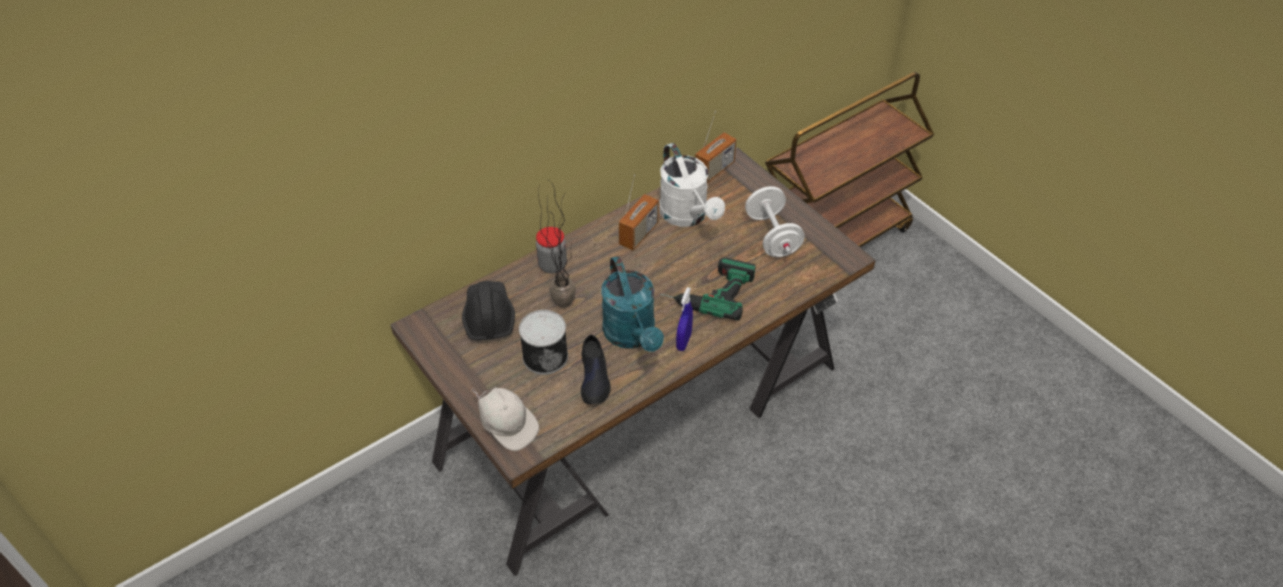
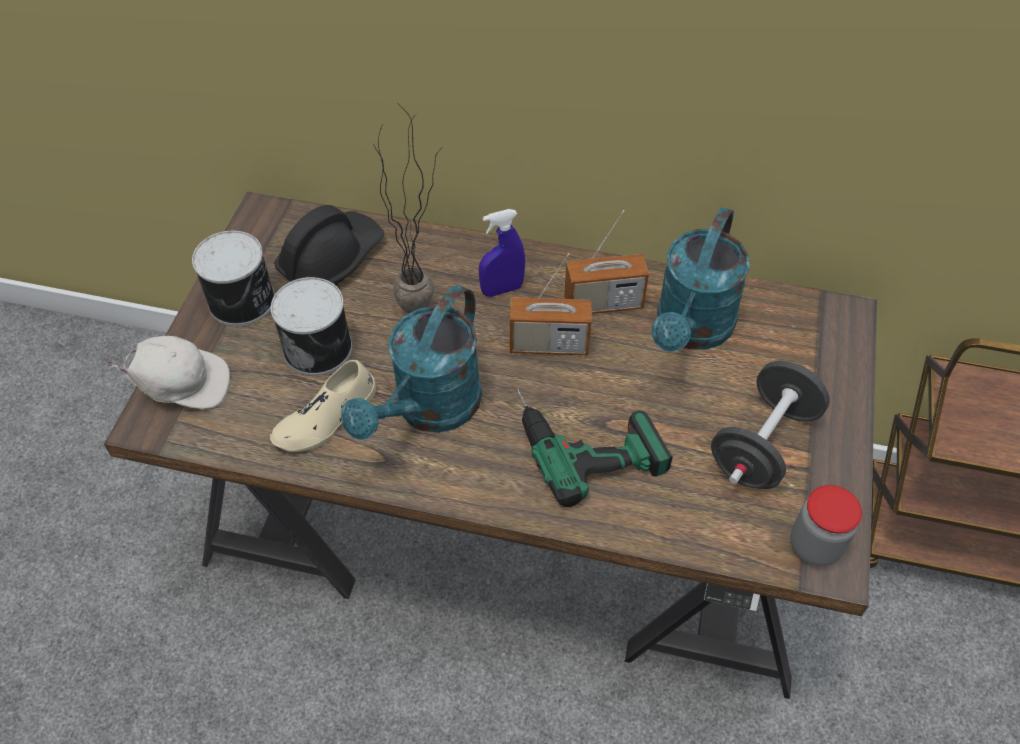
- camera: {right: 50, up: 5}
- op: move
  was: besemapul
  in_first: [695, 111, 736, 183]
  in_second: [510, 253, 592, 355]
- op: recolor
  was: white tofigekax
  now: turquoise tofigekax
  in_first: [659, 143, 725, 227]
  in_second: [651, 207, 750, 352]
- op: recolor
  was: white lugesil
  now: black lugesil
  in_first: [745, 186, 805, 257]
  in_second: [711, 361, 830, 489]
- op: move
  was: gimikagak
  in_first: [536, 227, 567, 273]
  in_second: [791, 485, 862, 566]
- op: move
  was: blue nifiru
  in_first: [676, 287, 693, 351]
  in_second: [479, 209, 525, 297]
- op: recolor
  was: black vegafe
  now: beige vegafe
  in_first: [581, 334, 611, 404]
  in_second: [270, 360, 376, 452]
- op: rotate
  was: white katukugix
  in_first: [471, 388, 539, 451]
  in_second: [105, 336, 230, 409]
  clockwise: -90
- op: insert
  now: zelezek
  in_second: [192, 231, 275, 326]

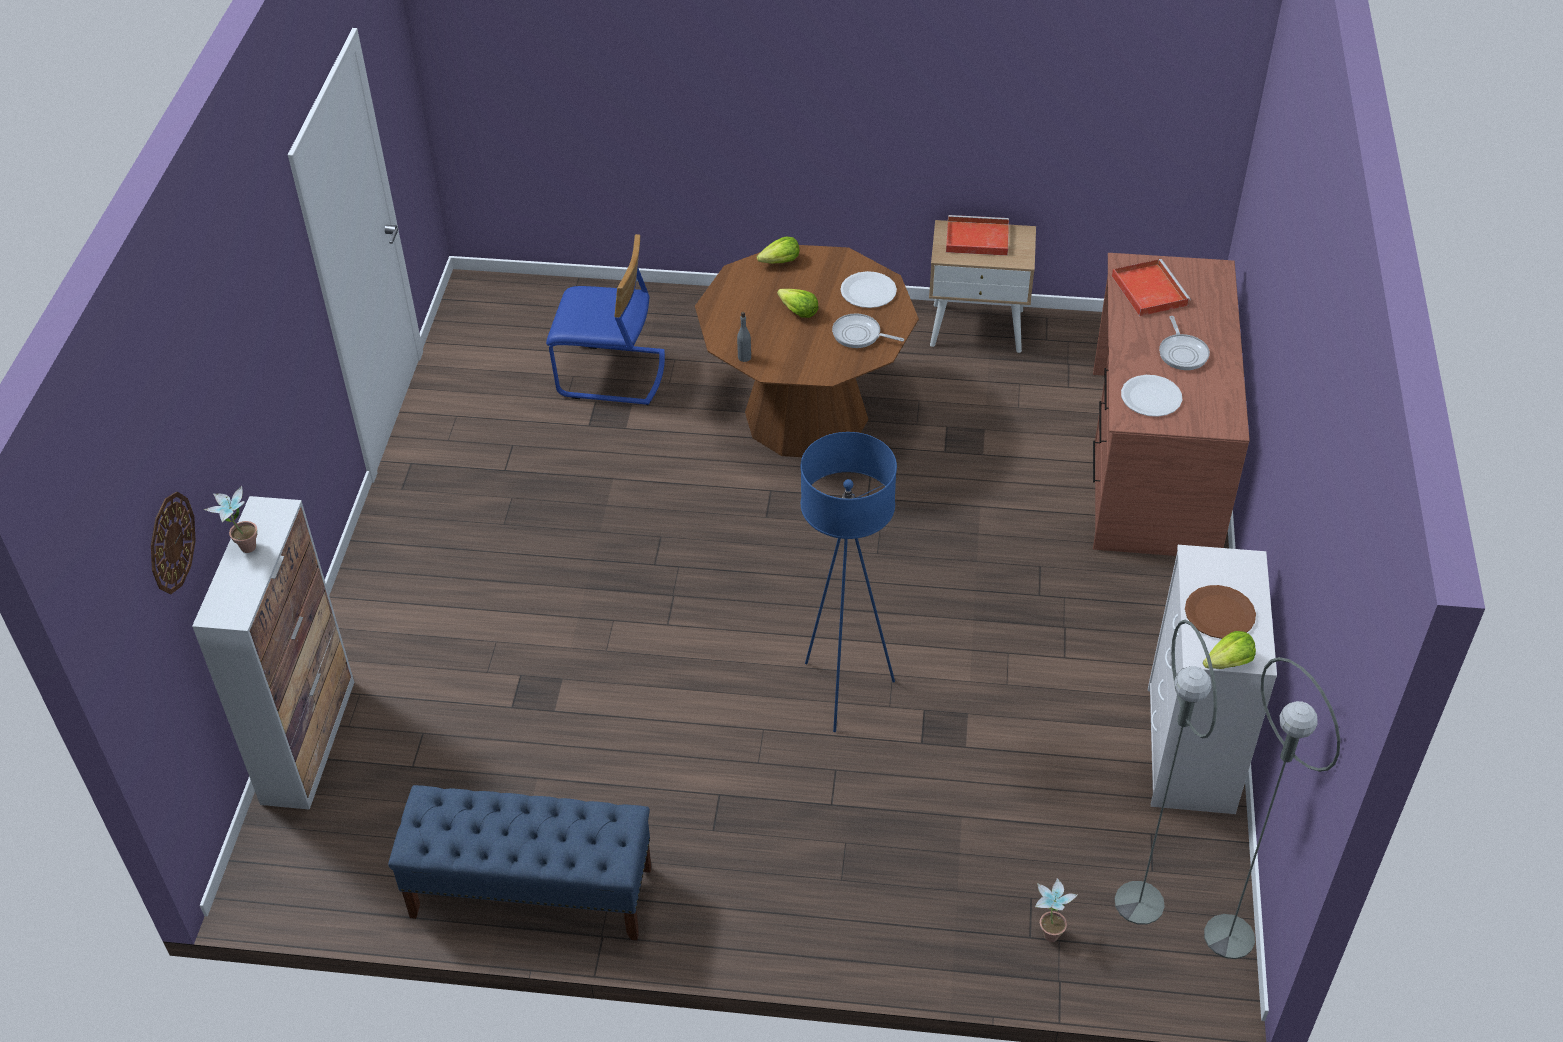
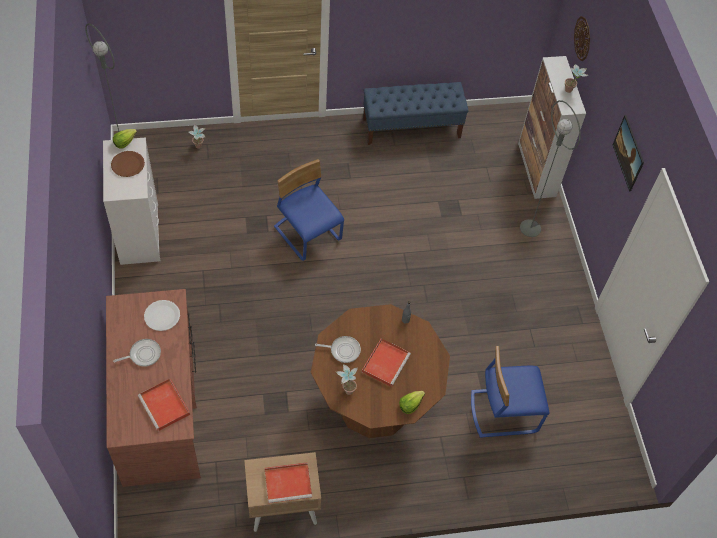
- camera: {right: 160, up: 10}
- op: replace
  was: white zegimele
  now: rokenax
  in_first: [840, 271, 897, 308]
  in_second: [336, 364, 358, 395]
- op: replace
  was: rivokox
  now: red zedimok
  in_first: [777, 289, 819, 318]
  in_second: [362, 338, 411, 387]
- op: rotate
  was: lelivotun
  in_first: [1159, 316, 1210, 370]
  in_second: [113, 339, 161, 367]
  clockwise: 90
- op: replace
  was: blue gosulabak
  now: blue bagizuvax
  in_first: [800, 432, 897, 732]
  in_second: [274, 159, 344, 261]
- op: move
  was: grey gosulabak
  in_first: [1114, 620, 1217, 924]
  in_second: [520, 100, 581, 237]
- op: insert
  now: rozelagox
  in_second: [613, 115, 644, 191]

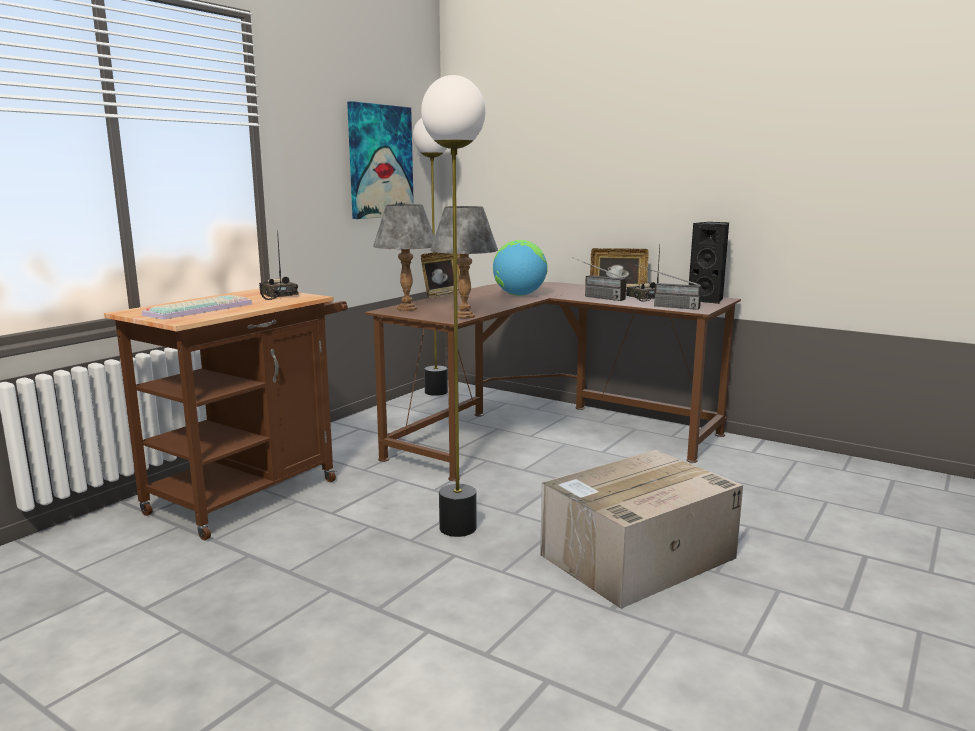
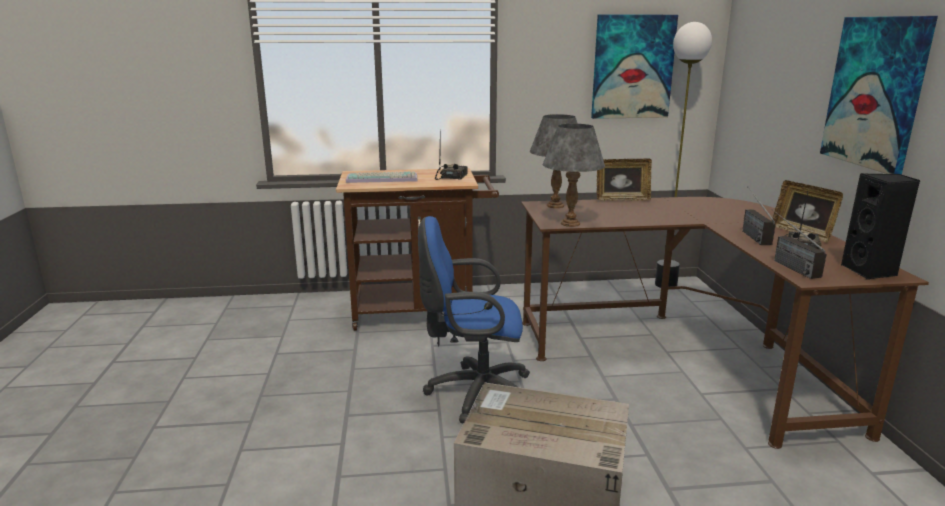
- camera: {right: 50, up: 5}
- op: replace
  was: gosulabak
  now: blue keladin
  in_first: [421, 75, 486, 537]
  in_second: [418, 216, 530, 424]
- op: delete
  was: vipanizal
  in_first: [493, 240, 548, 296]
- op: insert
  now: rozelagox
  in_second: [820, 16, 938, 175]

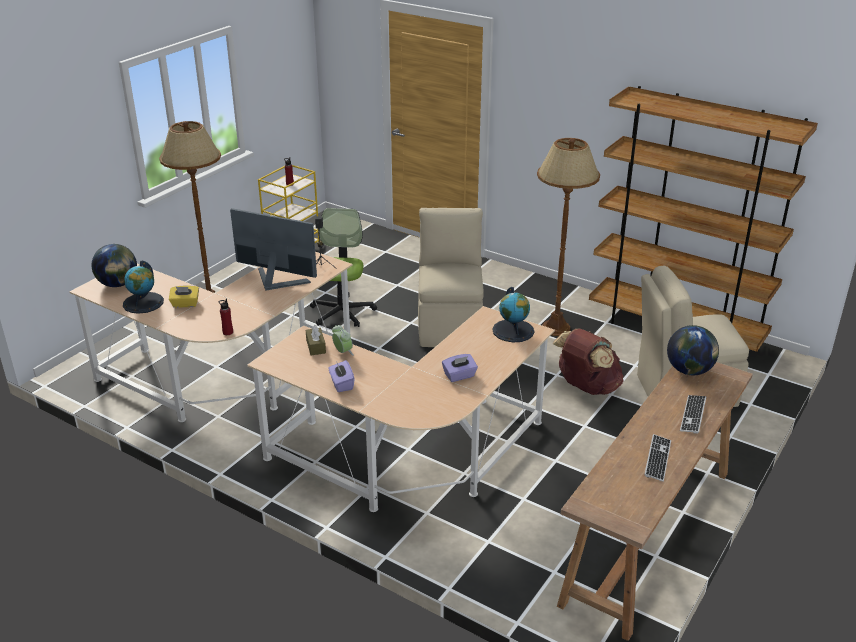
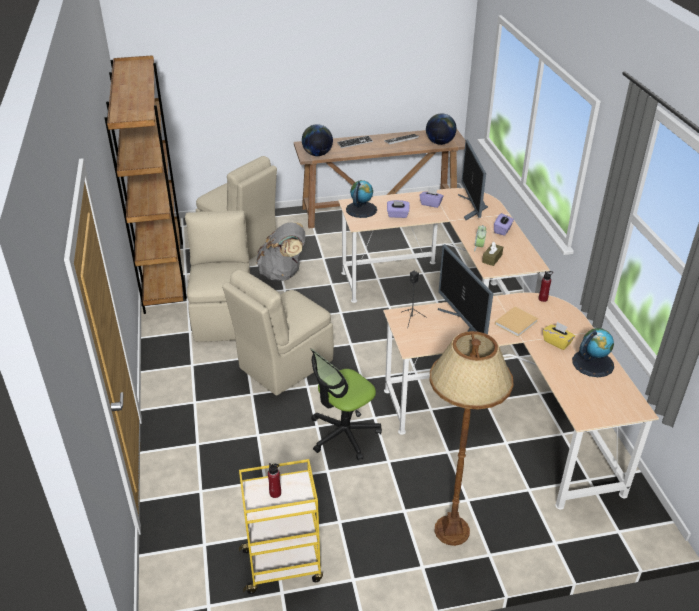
- camera: {right: -135, up: 5}
- op: replace
  was: brown gosulabak
  now: beige bagizuvax
  in_first: [537, 138, 600, 336]
  in_second: [185, 210, 250, 342]
- op: move
  was: vipanizal
  in_first: [92, 244, 137, 287]
  in_second: [426, 113, 457, 145]
- op: recolor
  was: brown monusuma
  now: grey monusuma
  in_first: [553, 329, 624, 395]
  in_second: [256, 222, 305, 281]
- op: insert
  now: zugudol
  in_second: [458, 140, 488, 220]
- op: insert
  now: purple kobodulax
  in_second: [387, 200, 410, 218]
- op: insert
  now: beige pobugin
  in_second: [495, 307, 538, 337]

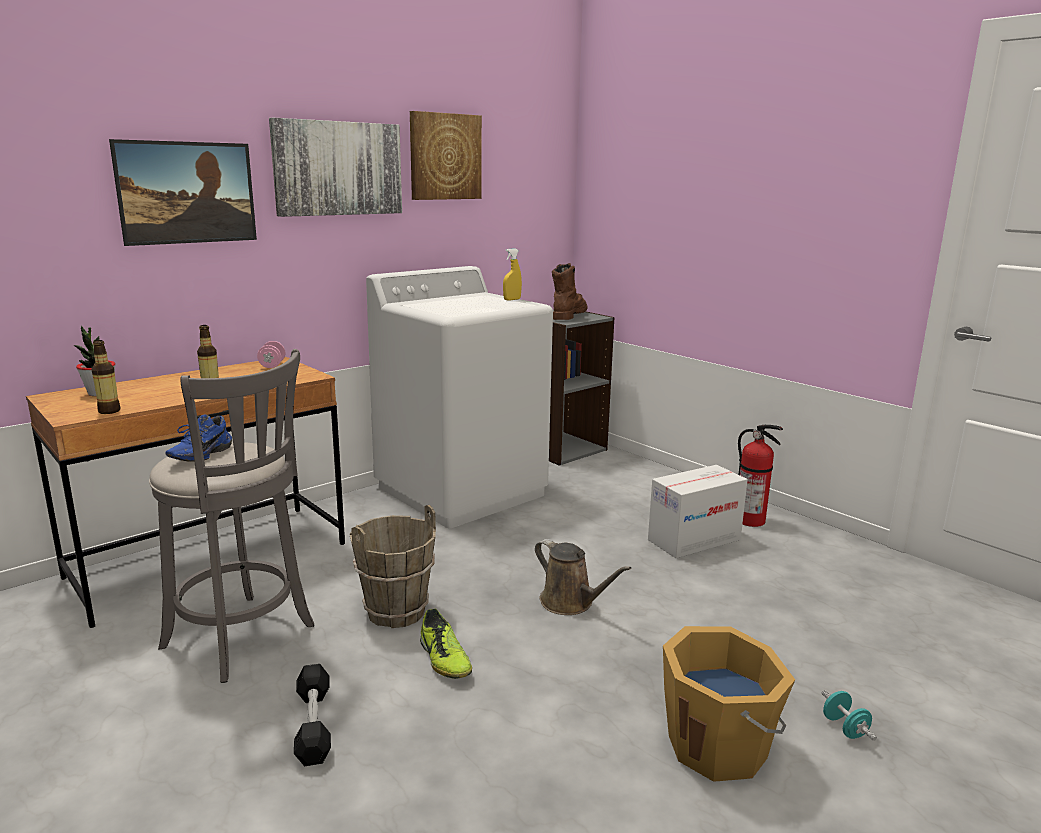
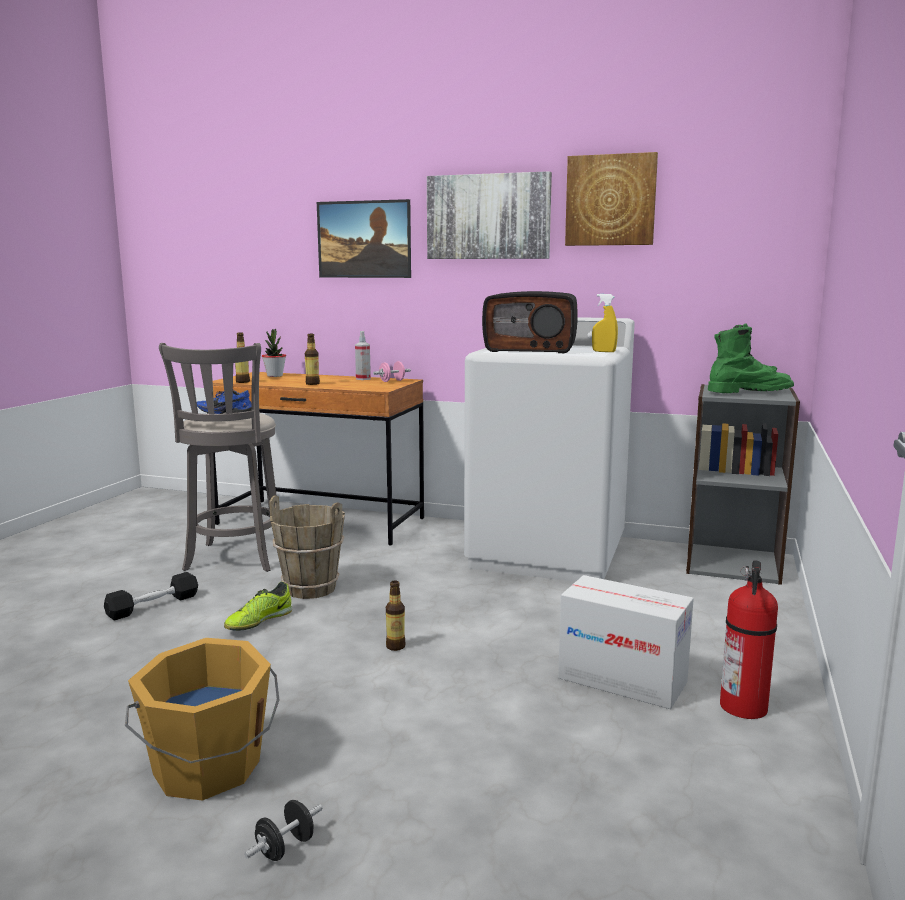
- camera: {right: 60, up: -5}
- op: recolor
  was: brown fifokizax
  now: green fifokizax
  in_first: [552, 263, 588, 320]
  in_second: [708, 324, 794, 393]
- op: replace
  was: brown tofigekax
  now: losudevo
  in_first: [535, 539, 631, 615]
  in_second: [386, 580, 406, 651]
- op: recolor
  was: turquoise lugesil
  now: black lugesil
  in_first: [822, 690, 877, 741]
  in_second: [244, 800, 323, 861]
- op: insert
  now: besemapul
  in_second: [482, 291, 578, 353]
- op: insert
  now: nifiru
  in_second: [355, 331, 371, 380]

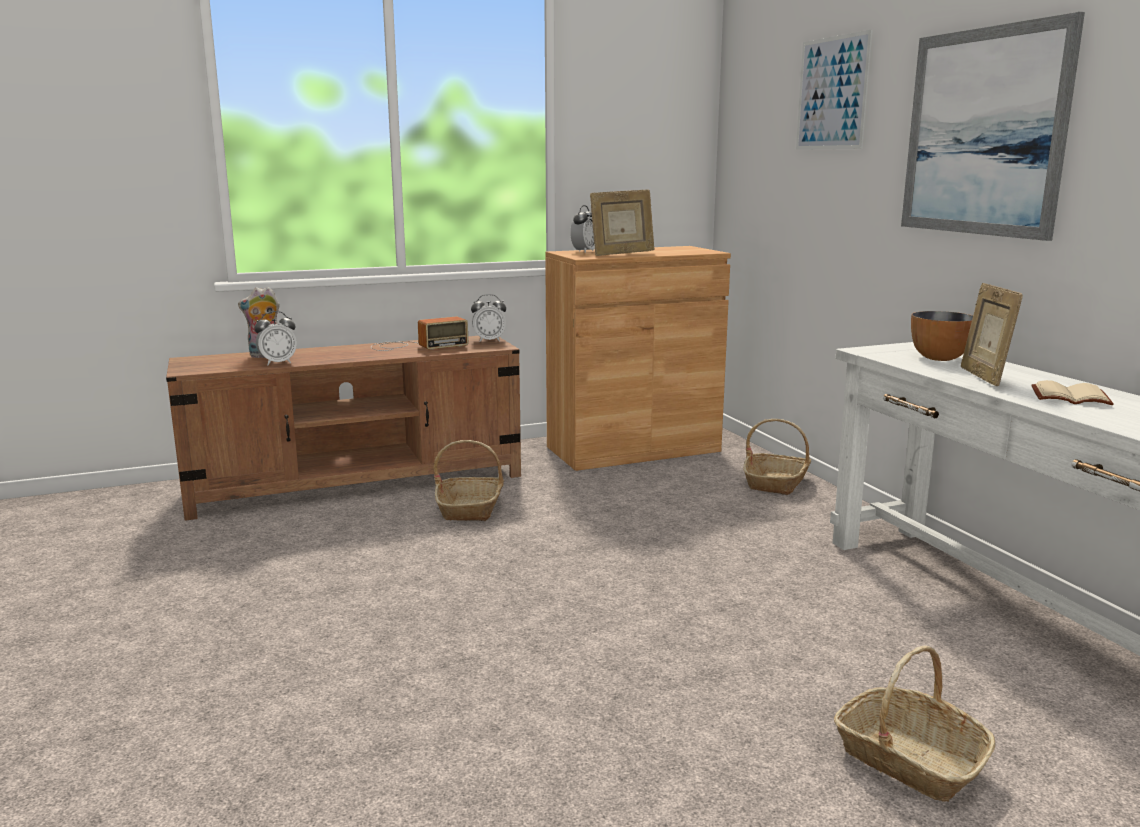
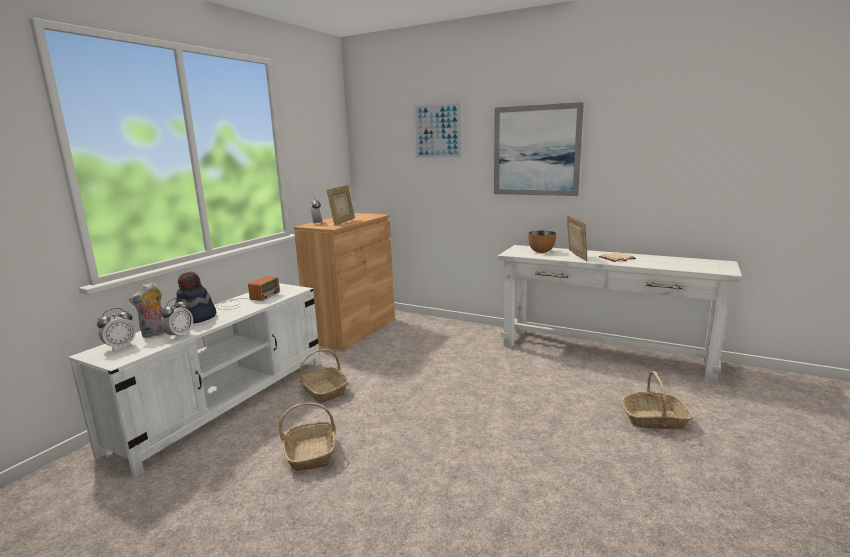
- camera: {right: -40, up: 0}
- op: rotate
  was: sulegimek
  in_first: [960, 283, 1023, 386]
  in_second: [567, 215, 588, 261]
  clockwise: -150
- op: move
  was: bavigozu
  in_first: [471, 294, 506, 342]
  in_second: [97, 308, 136, 351]
- op: recolor
  was: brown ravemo
  now: white ravemo
  in_first: [166, 336, 521, 521]
  in_second: [69, 283, 320, 478]
- op: move
  was: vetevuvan
  in_first: [744, 419, 812, 495]
  in_second: [279, 403, 336, 471]
- op: insert
  now: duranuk
  in_second: [175, 271, 216, 323]

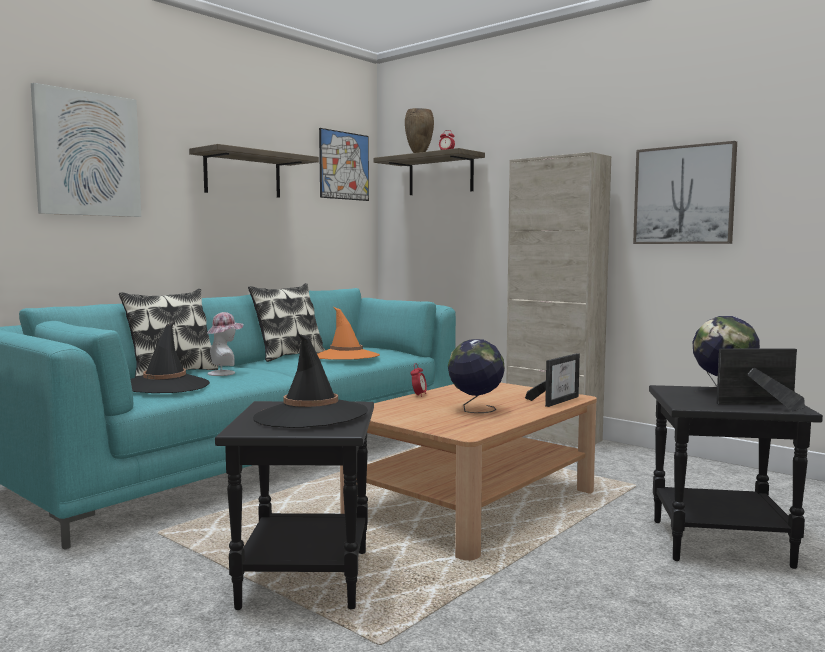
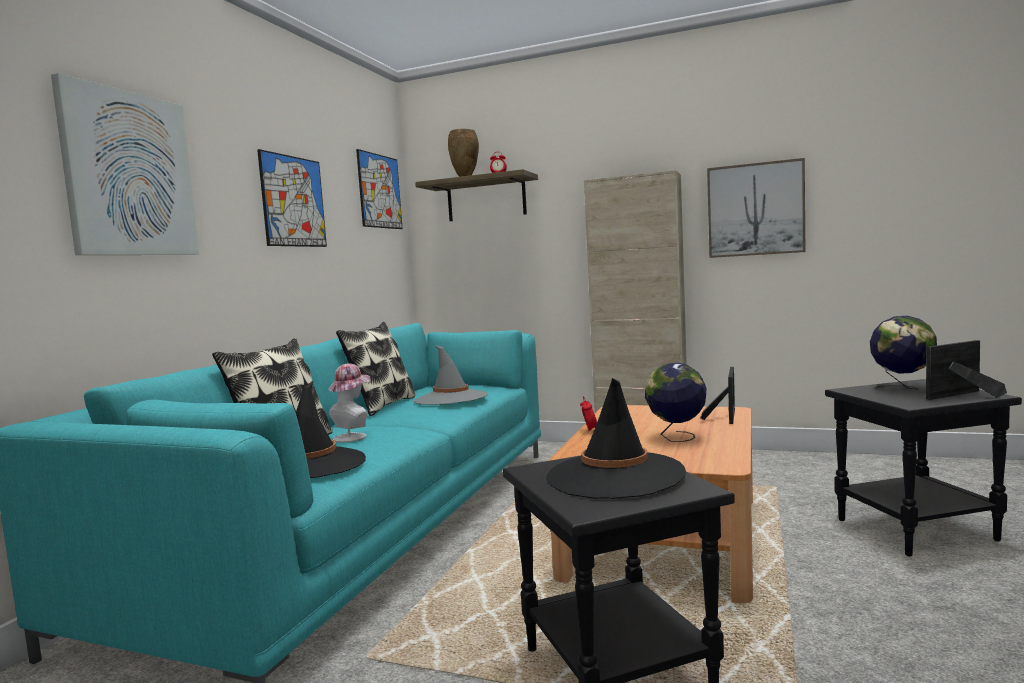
- camera: {right: -20, up: 0}
- op: replace
  was: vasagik
  now: rozelagox
  in_first: [189, 144, 319, 198]
  in_second: [257, 149, 327, 247]
- op: recolor
  was: orange duranuk
  now: grey duranuk
  in_first: [317, 307, 380, 360]
  in_second: [414, 345, 488, 405]

